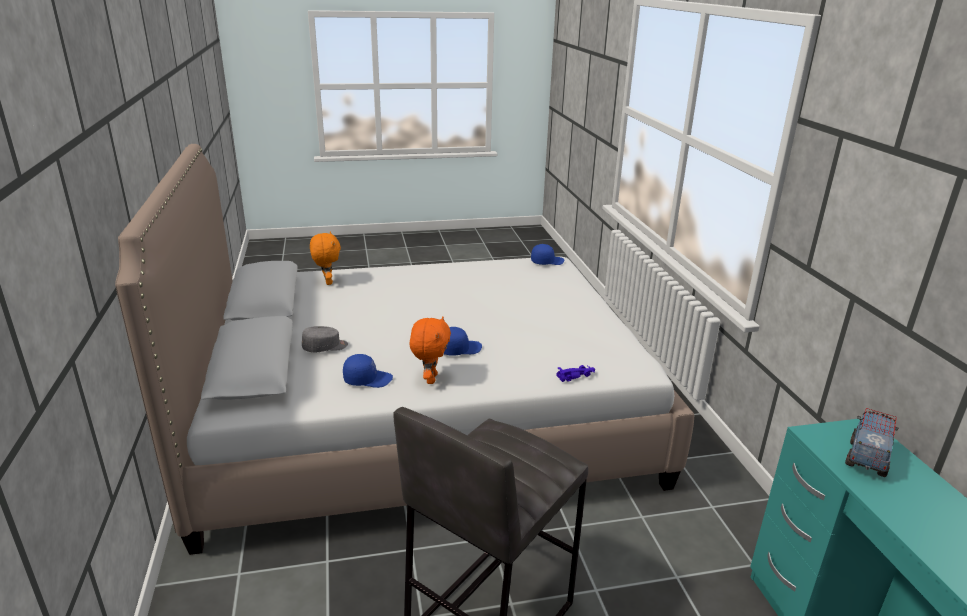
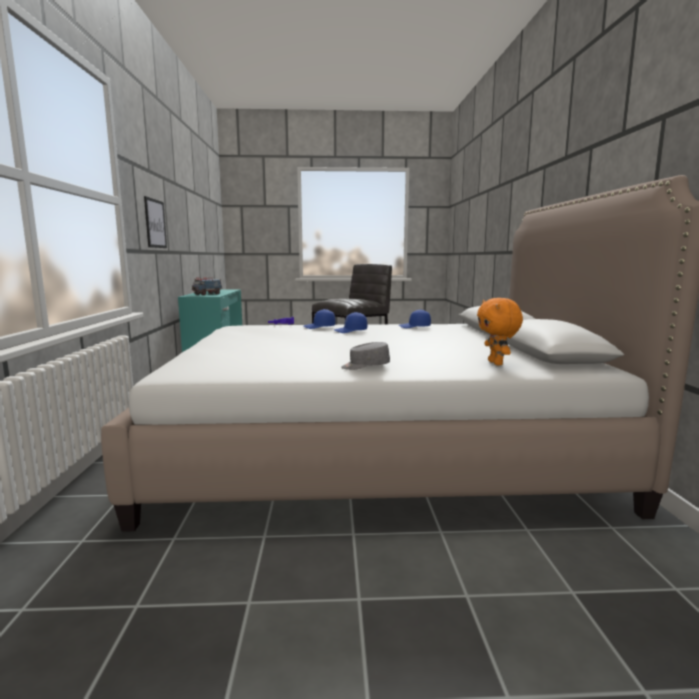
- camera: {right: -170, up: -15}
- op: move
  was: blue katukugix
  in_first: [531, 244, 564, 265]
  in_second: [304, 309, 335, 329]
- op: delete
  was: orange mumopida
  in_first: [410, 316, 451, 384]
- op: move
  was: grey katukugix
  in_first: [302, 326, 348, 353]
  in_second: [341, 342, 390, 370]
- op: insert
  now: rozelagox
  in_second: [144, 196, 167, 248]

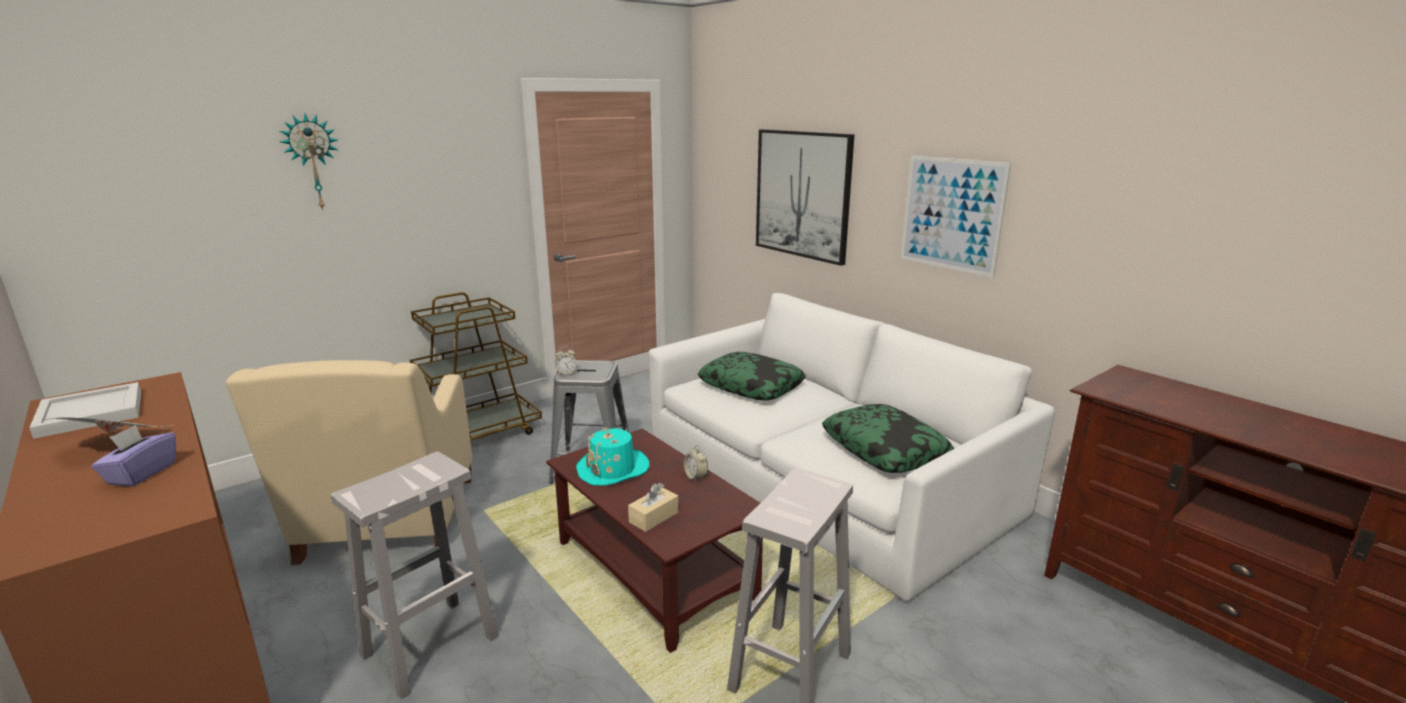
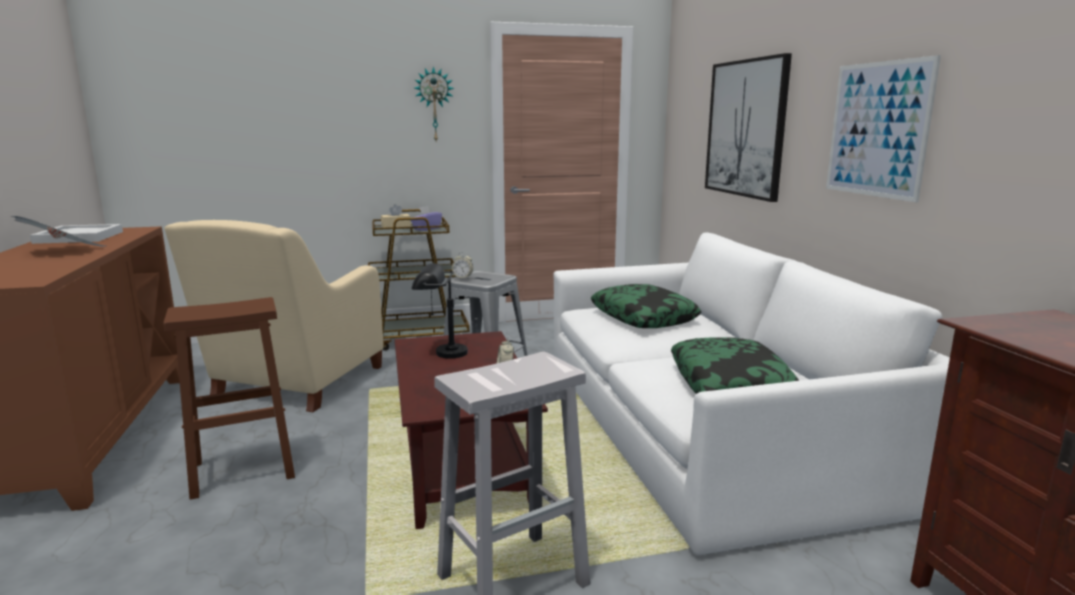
- camera: {right: 25, up: -5}
- op: move
  was: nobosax
  in_first: [280, 113, 338, 211]
  in_second: [415, 66, 454, 141]
- op: move
  was: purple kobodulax
  in_first: [91, 425, 176, 487]
  in_second: [411, 206, 442, 231]
- op: replace
  was: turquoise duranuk
  now: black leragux
  in_first: [576, 427, 650, 486]
  in_second: [411, 263, 468, 359]
- op: recolor
  was: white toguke
  now: brown toguke
  in_first: [330, 451, 498, 699]
  in_second: [164, 297, 295, 500]
- op: move
  was: beige kobodulax
  in_first: [628, 483, 678, 532]
  in_second: [381, 204, 411, 228]

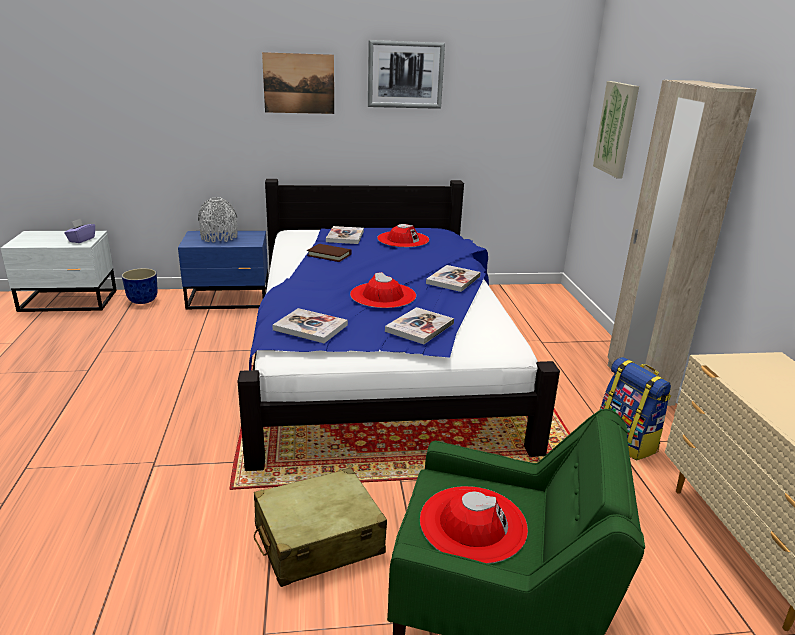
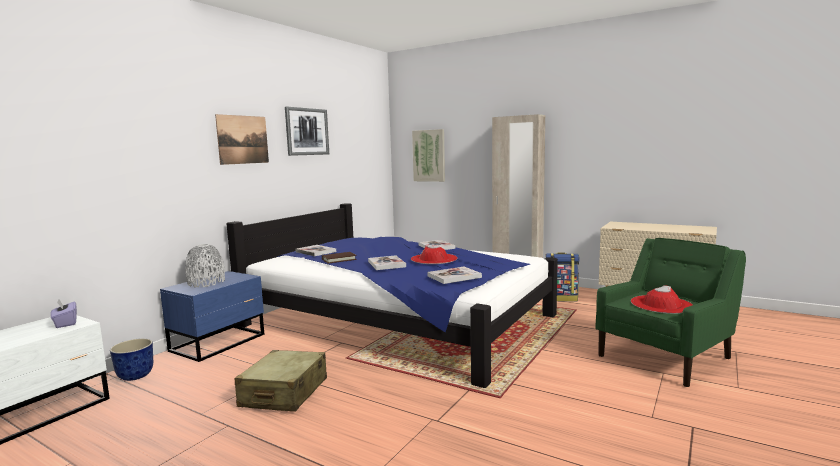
- camera: {right: -50, up: -15}
- op: delete
  was: red duranuk
  in_first: [377, 224, 429, 247]
- op: move
  was: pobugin
  in_first: [385, 307, 454, 344]
  in_second: [368, 255, 406, 270]
- op: move
  was: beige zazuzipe
  in_first: [254, 468, 387, 587]
  in_second: [234, 350, 327, 412]

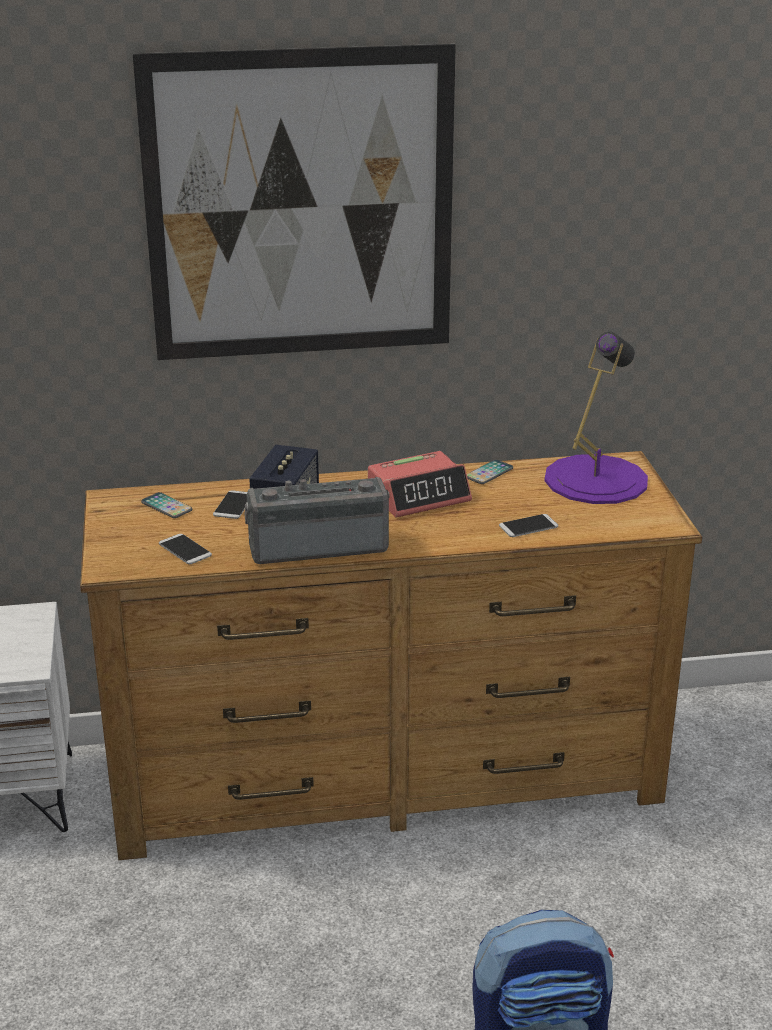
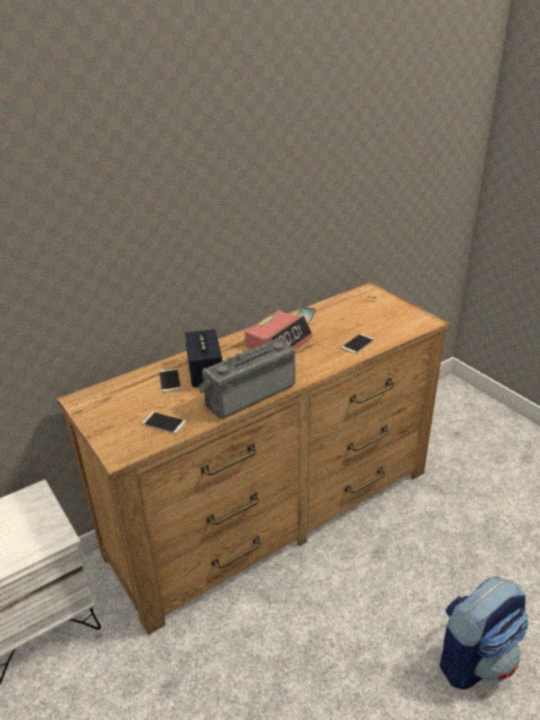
- camera: {right: -25, up: 5}
- op: delete
  was: rozelagox
  in_first: [133, 44, 456, 360]
- op: delete
  was: purple leragux
  in_first: [545, 332, 648, 504]
- op: delete
  was: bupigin
  in_first: [141, 492, 192, 518]

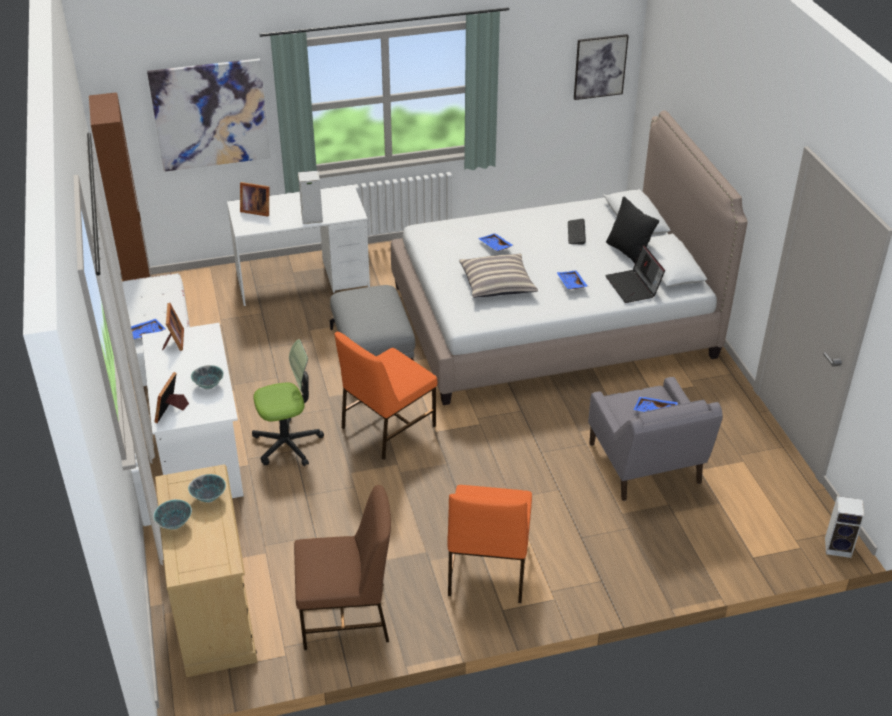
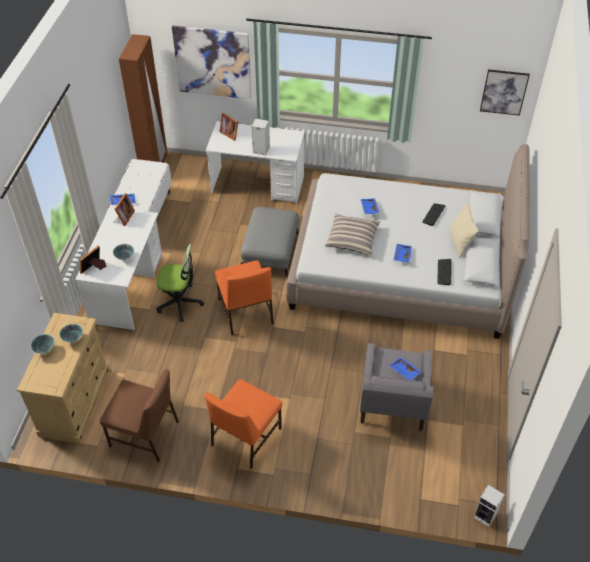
- camera: {right: 25, up: 10}
- op: recolor
  was: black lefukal
  now: beige lefukal
  in_first: [606, 196, 659, 263]
  in_second: [449, 203, 479, 258]
- op: replace
  was: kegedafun
  now: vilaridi
  in_first: [605, 244, 665, 303]
  in_second: [437, 259, 451, 285]
- op: rotate
  was: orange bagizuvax
  in_first: [335, 332, 437, 460]
  in_second: [215, 260, 273, 335]
  clockwise: -90

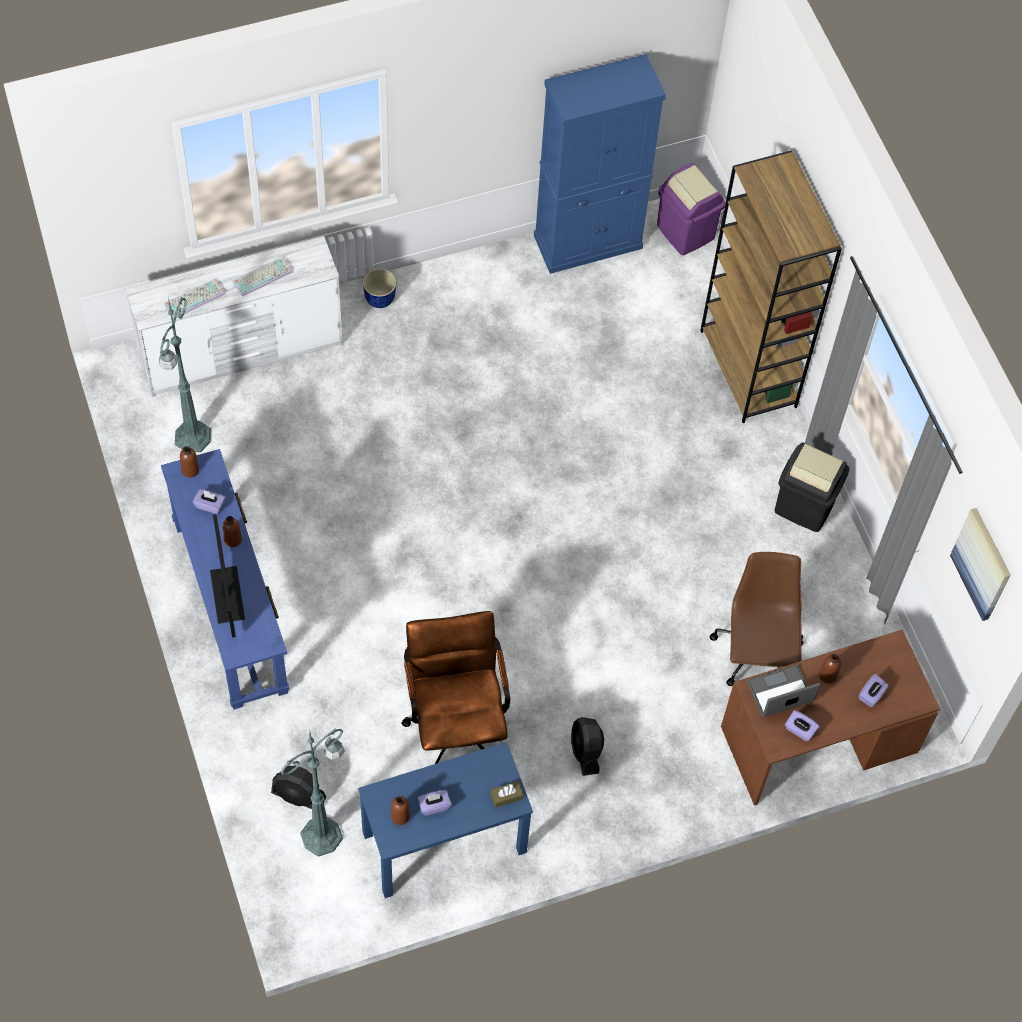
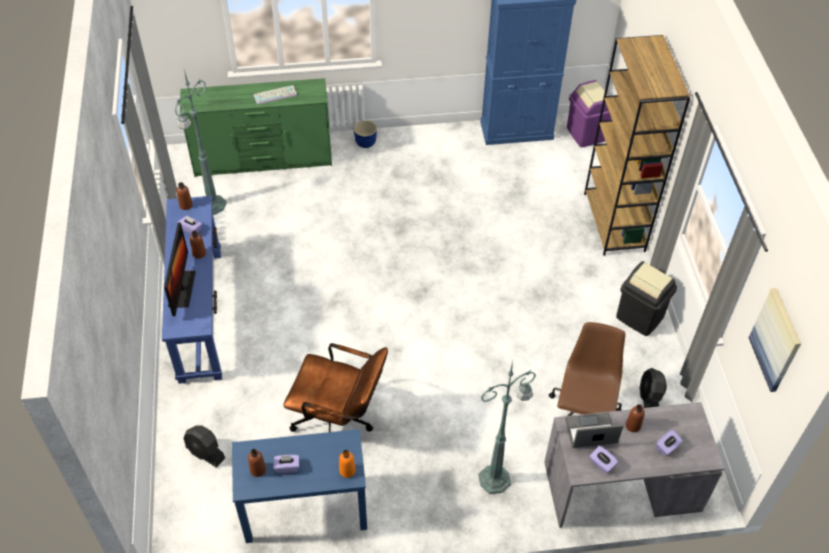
- camera: {right: 15, up: -10}
- op: recolor
  was: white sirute
  now: green sirute
  in_first: [125, 236, 343, 397]
  in_second: [180, 78, 332, 177]
- op: delete
  was: vilaridi
  in_first: [164, 278, 226, 319]
- op: rotate
  was: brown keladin
  in_first: [401, 611, 510, 764]
  in_second: [283, 343, 388, 432]
  clockwise: 105
- op: recolor
  was: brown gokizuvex
  now: grey gokizuvex
  in_first: [721, 629, 940, 806]
  in_second: [544, 402, 725, 528]
- op: move
  was: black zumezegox
  in_first: [571, 717, 604, 776]
  in_second: [639, 368, 667, 408]
- op: move
  was: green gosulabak
  in_first: [281, 728, 345, 857]
  in_second: [478, 361, 536, 494]
- op: replace
  was: brown kobodulax
  now: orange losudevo
  in_first: [491, 781, 523, 808]
  in_second: [339, 450, 356, 478]

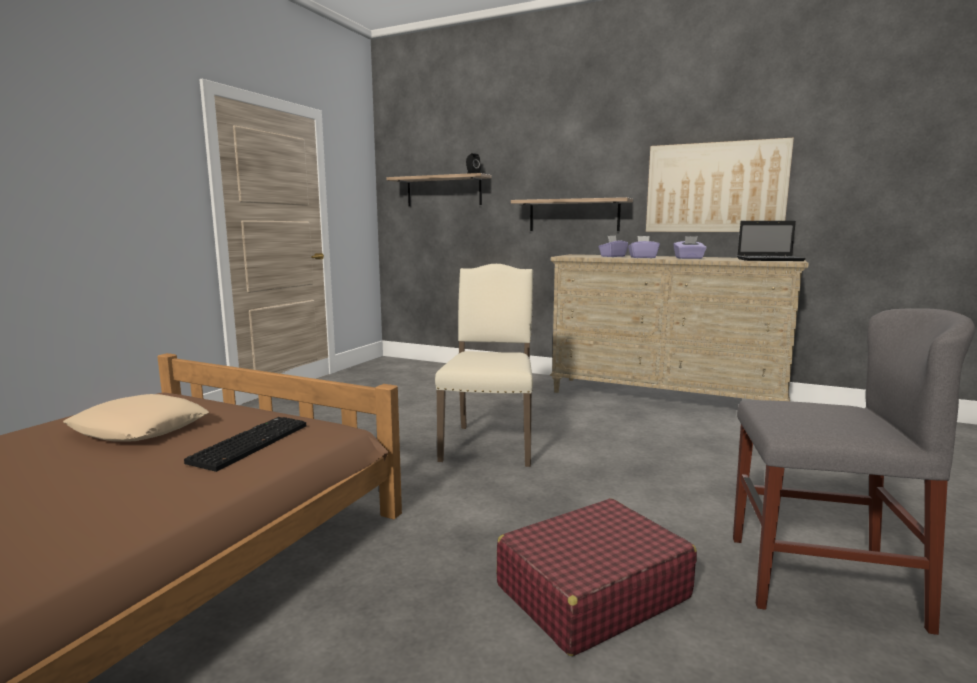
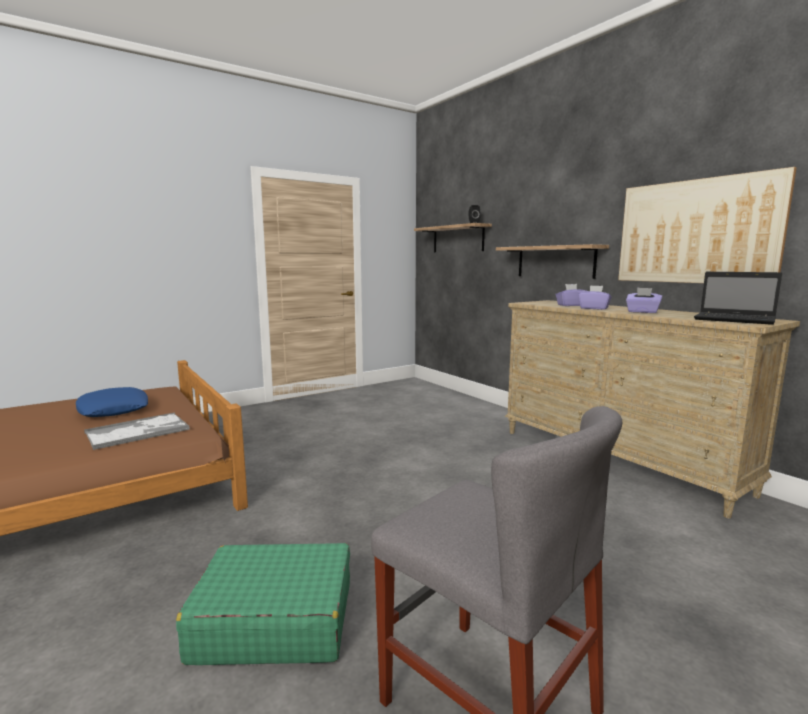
- camera: {right: 30, up: 0}
- op: delete
  was: beige bagizuvax
  in_first: [435, 264, 533, 467]
- op: recolor
  was: beige lefukal
  now: blue lefukal
  in_first: [64, 394, 209, 442]
  in_second: [76, 387, 148, 417]
- op: replace
  was: vilaridi
  now: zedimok
  in_first: [184, 417, 306, 472]
  in_second: [84, 412, 190, 450]
- op: recolor
  was: red zazuzipe
  now: green zazuzipe
  in_first: [497, 498, 697, 656]
  in_second: [176, 543, 350, 665]

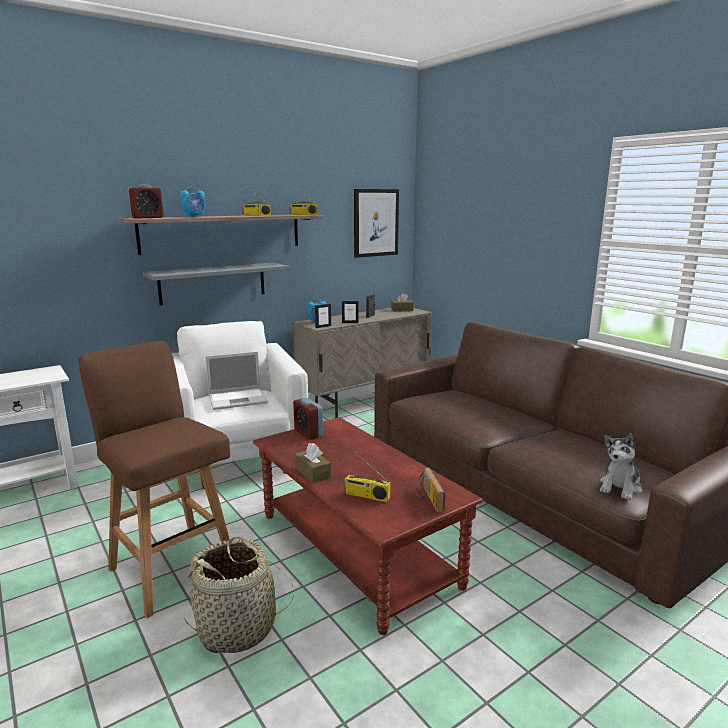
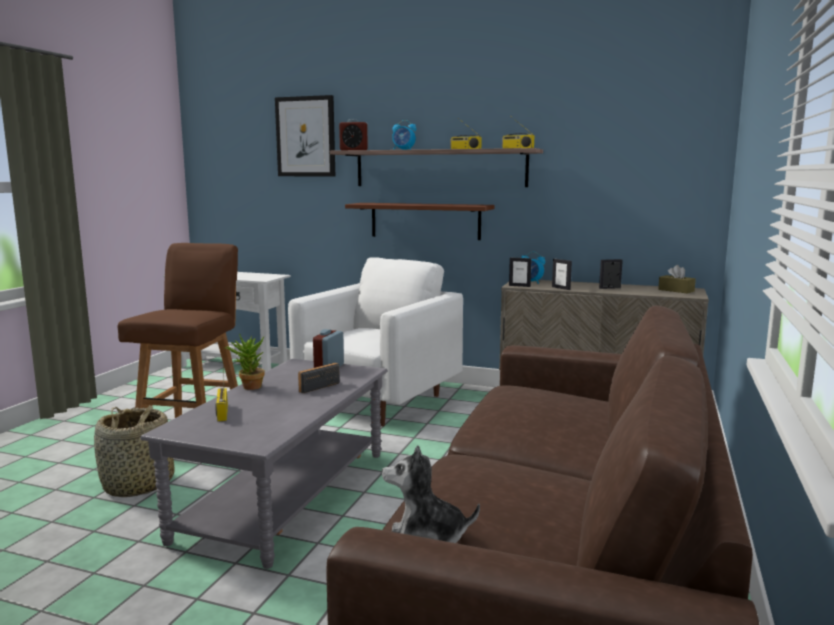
- camera: {right: 55, up: -5}
- op: move
  was: rozelagox
  in_first: [354, 189, 399, 258]
  in_second: [275, 95, 335, 176]
- op: recolor
  was: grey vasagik
  now: brown vasagik
  in_first: [142, 262, 289, 306]
  in_second: [345, 203, 495, 240]
- op: delete
  was: kegedafun
  in_first: [205, 351, 268, 410]
- op: recolor
  was: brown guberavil
  now: grey guberavil
  in_first: [253, 417, 483, 635]
  in_second: [140, 359, 388, 569]
- op: replace
  was: brown kobodulax
  now: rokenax
  in_first: [295, 443, 331, 483]
  in_second: [224, 334, 265, 390]
- op: move
  was: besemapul
  in_first: [416, 468, 446, 513]
  in_second: [298, 363, 340, 393]

